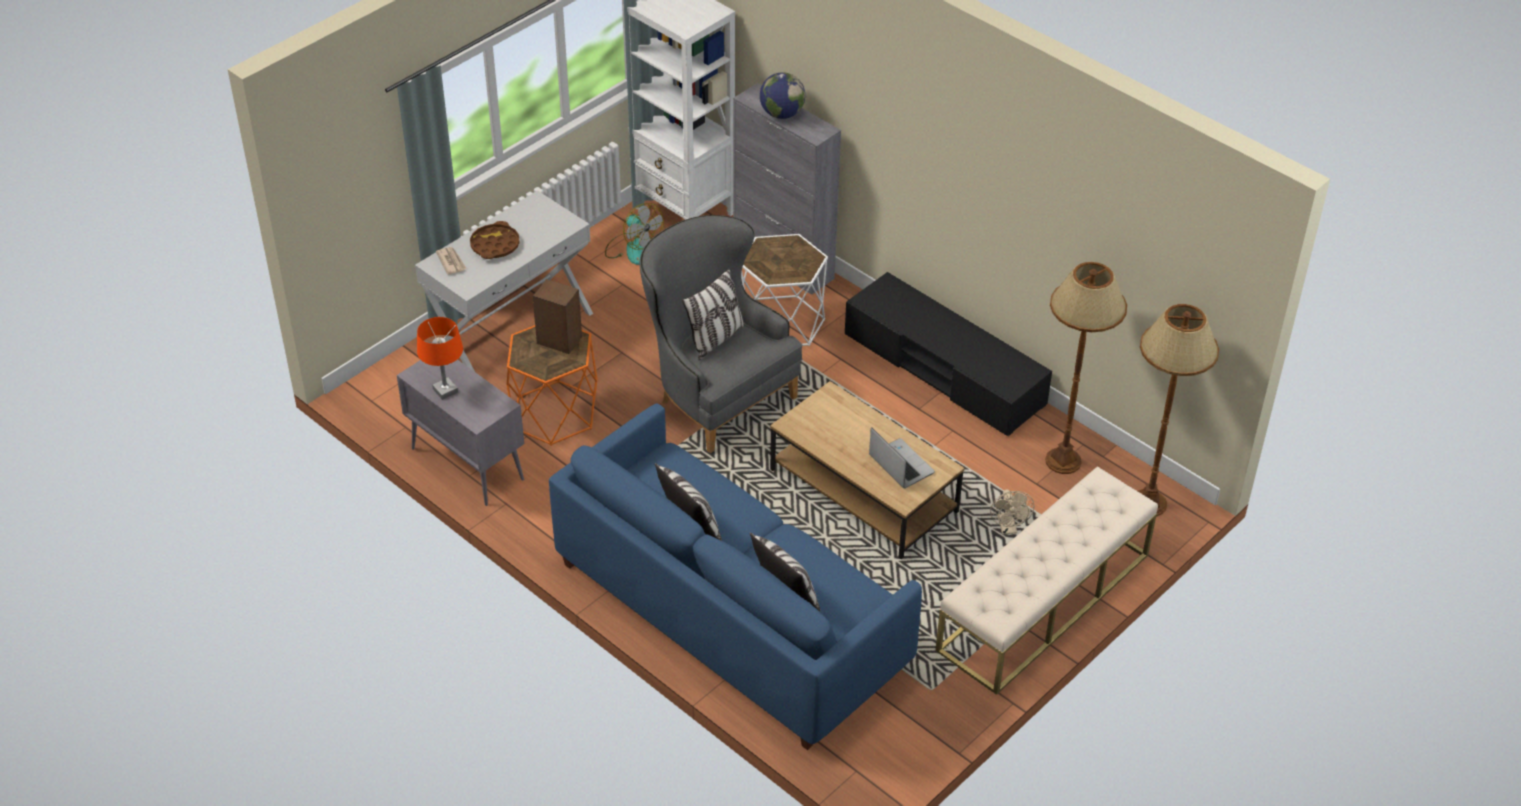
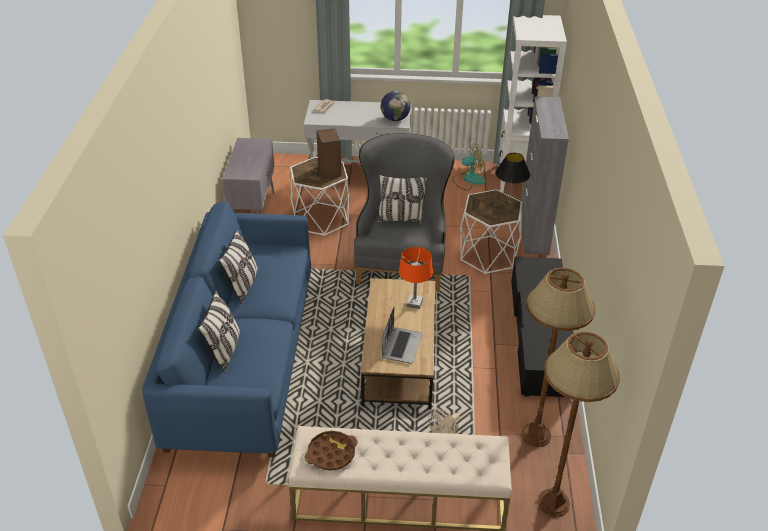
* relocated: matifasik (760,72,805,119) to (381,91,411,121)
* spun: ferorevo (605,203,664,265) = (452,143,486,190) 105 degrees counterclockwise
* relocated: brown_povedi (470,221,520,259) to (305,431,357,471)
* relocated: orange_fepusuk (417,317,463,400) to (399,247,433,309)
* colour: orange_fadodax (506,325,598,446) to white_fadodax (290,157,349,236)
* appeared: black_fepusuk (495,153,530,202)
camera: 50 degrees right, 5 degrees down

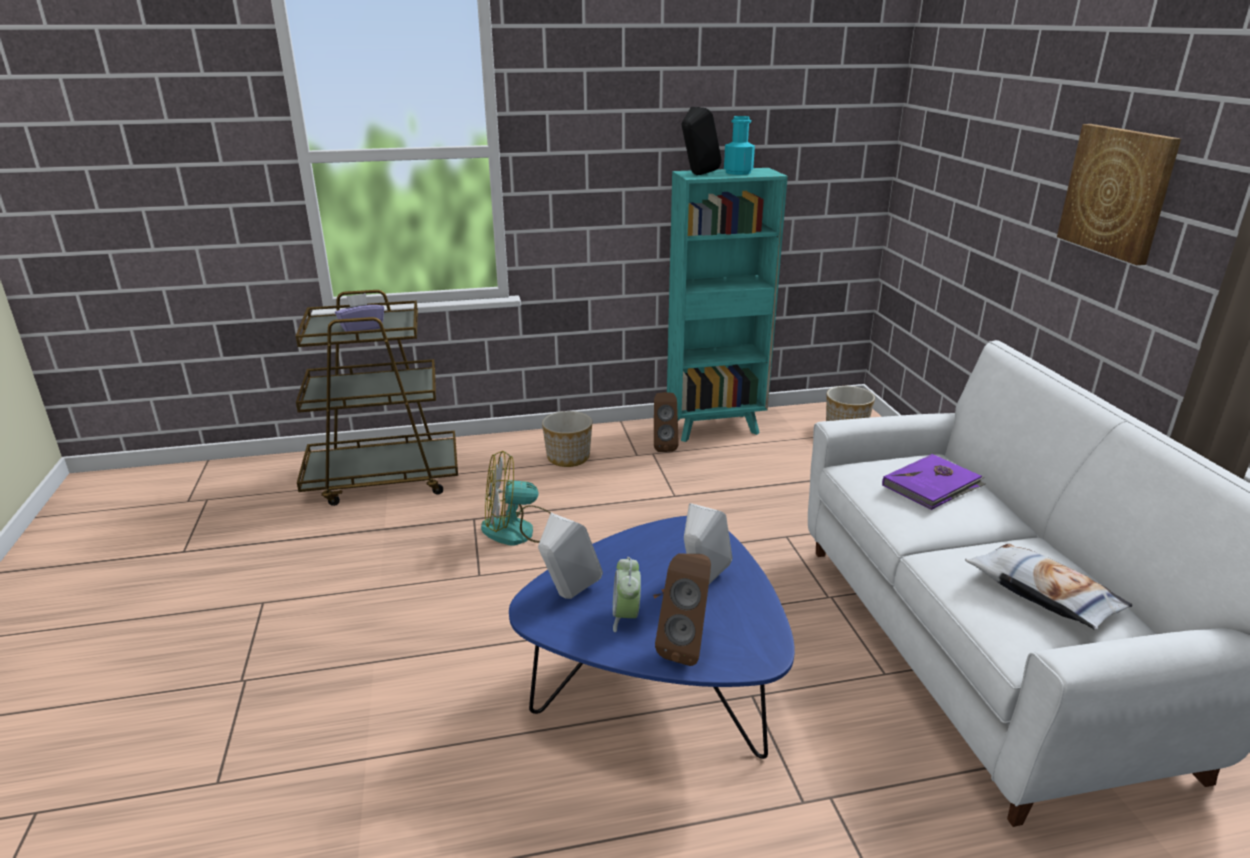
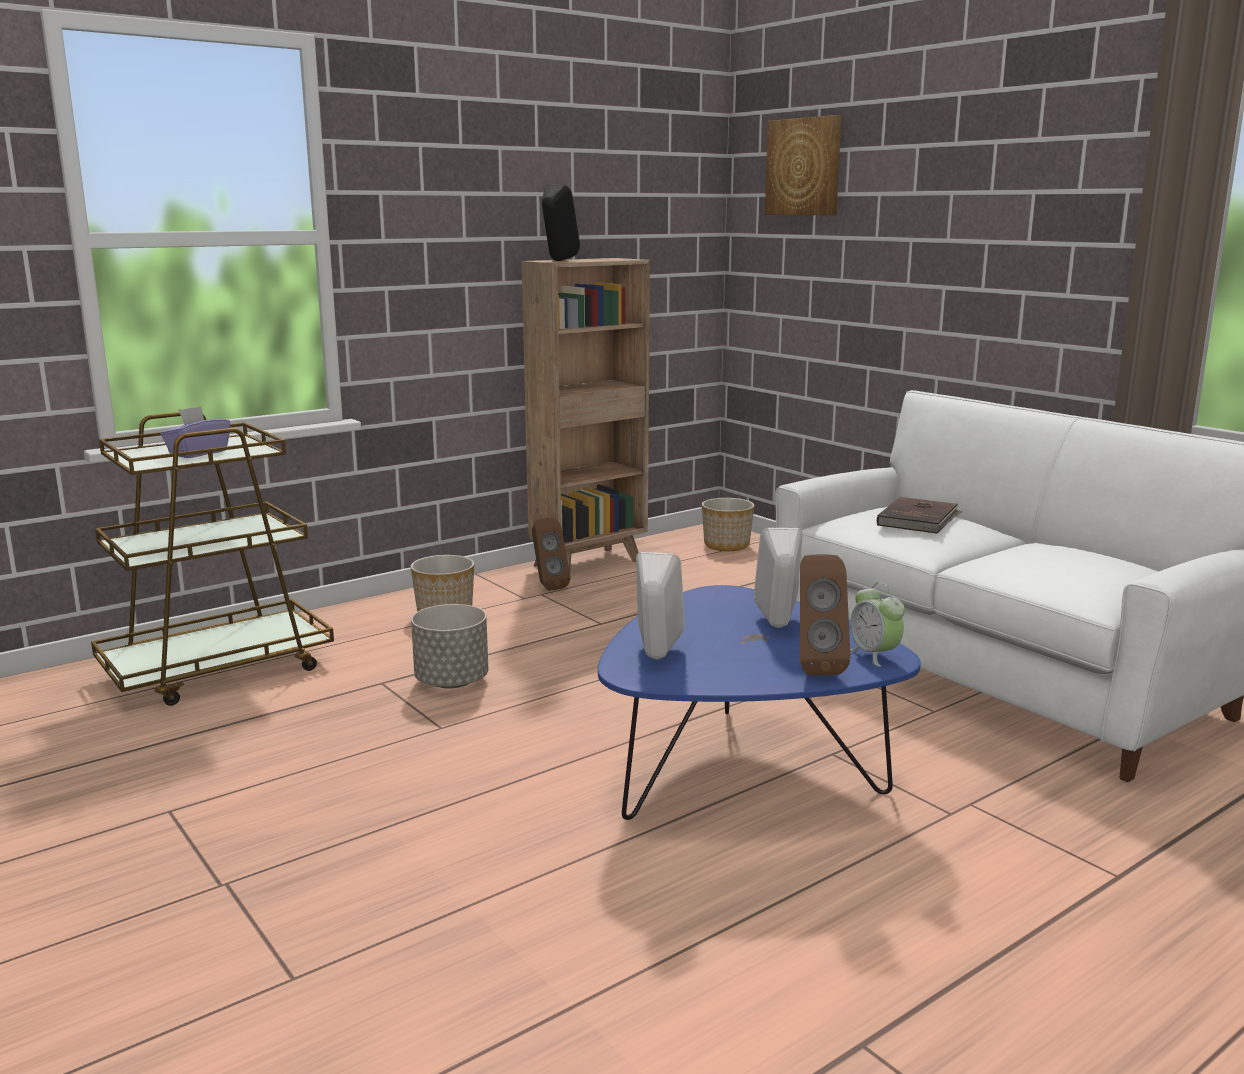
* missing: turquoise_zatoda (724,116,755,175)
* relocated: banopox (1057,124,1181,265) to (765,115,841,215)
* colour: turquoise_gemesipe (667,168,788,442) to brown_gemesipe (522,258,650,571)
* exchanged: ferorevo (481,451,551,546) to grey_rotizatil (411,604,488,689)
* colour: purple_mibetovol (882,454,986,510) to brown_mibetovol (877,497,962,534)
* missing: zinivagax (965,544,1132,630)
* relocated: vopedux (613,557,641,632) to (850,582,905,667)
camera: 25 degrees left, 10 degrees down

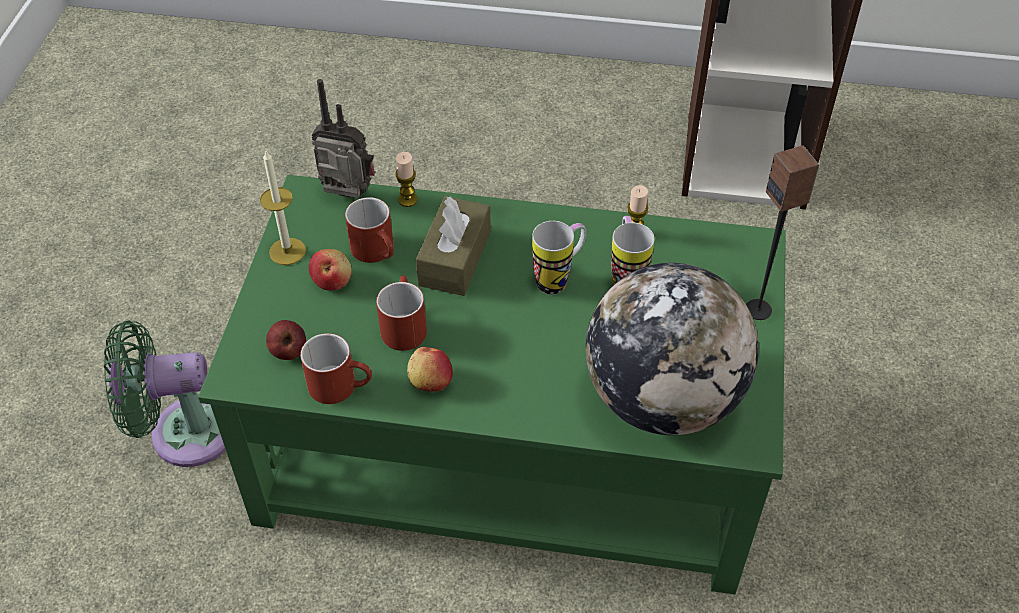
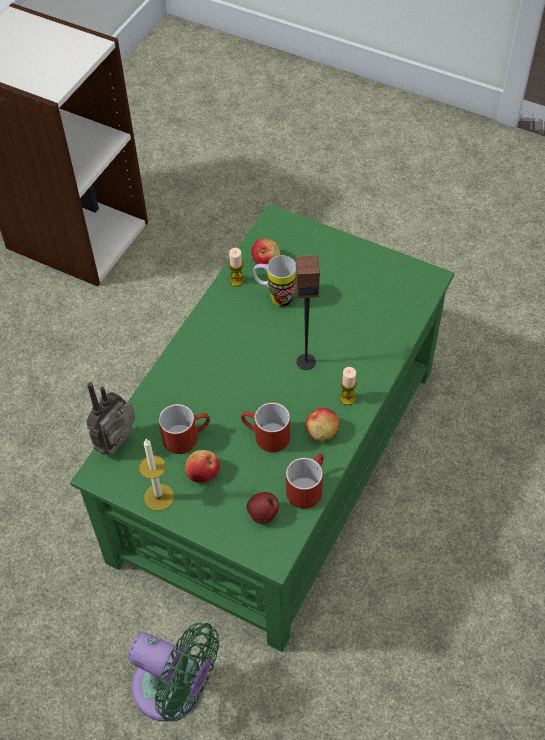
* relocated: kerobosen (746,146,819,320) to (296,255,320,370)
* relocated: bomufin (395,152,418,207) to (340,367,357,405)
* missing: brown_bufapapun (416,196,491,296)
* missing: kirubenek (532,221,586,294)
* missing: matifasik (586,263,759,435)
* spun: green_ferorevo (104,321,226,467) = (128,622,219,722) 75 degrees counterclockwise
* appeared: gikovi (251,238,280,264)
camera: 70 degrees left, 5 degrees up

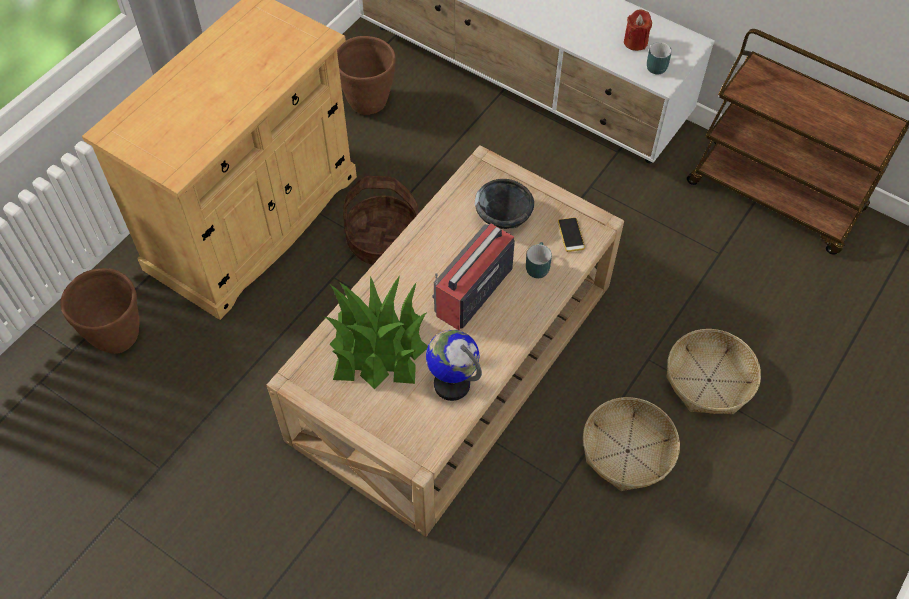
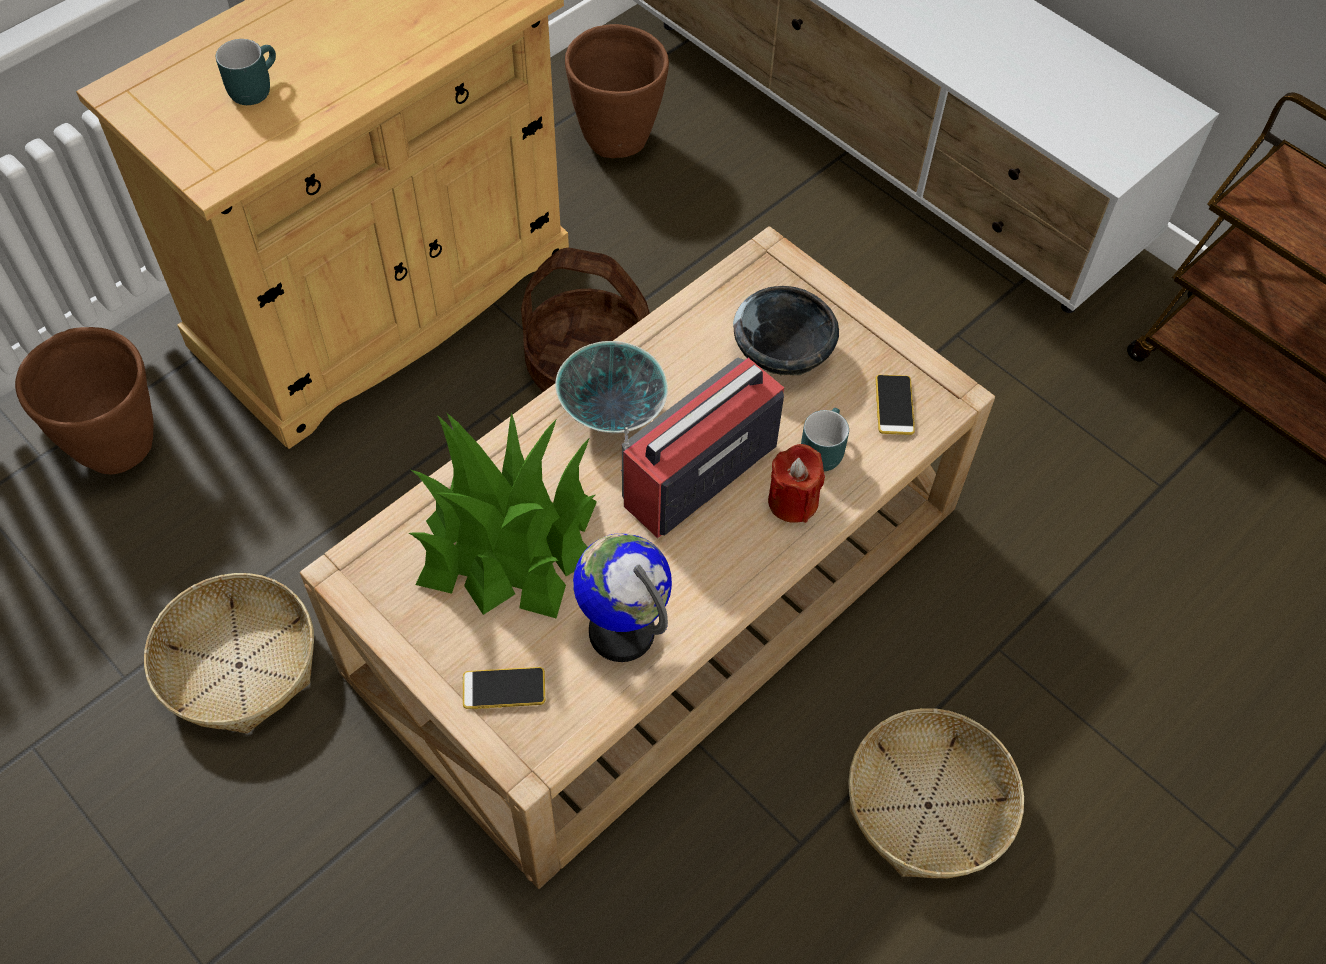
* relocated: red_bomufin (624,10,652,51) to (768,444,825,523)
* relocated: turquoise_kirubenek (647,42,672,75) to (216,39,276,105)
* relocated: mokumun (666,329,761,414) to (144,573,314,734)
* appeared: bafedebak (555,341,668,433)
* appeared: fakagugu (463,667,545,709)
camera: 10 degrees right, 0 degrees up

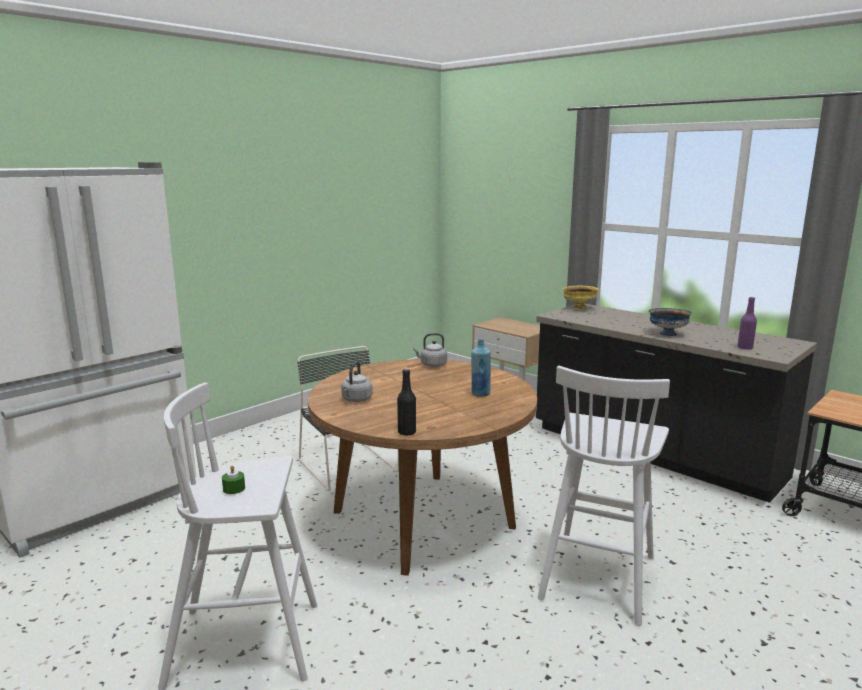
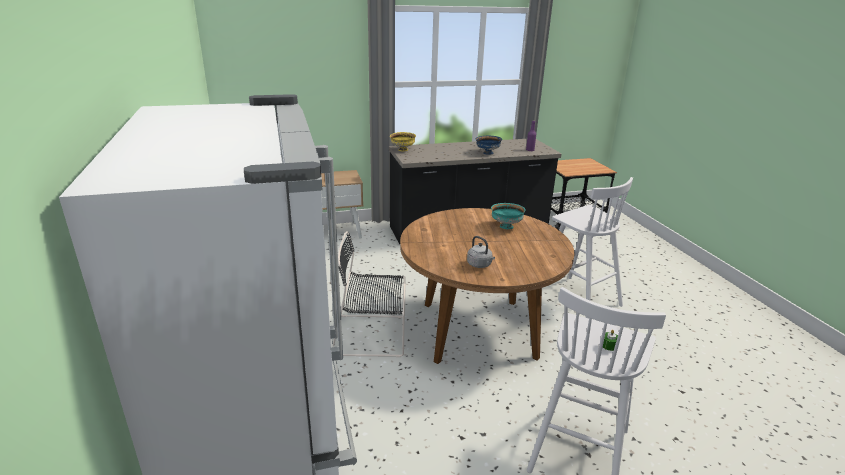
* missing: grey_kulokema (413,333,447,367)
* exchanged: blue_zatoda (471,339,491,397) to turquoise_bafedebak (491,203,526,229)
* missing: black_zatoda (397,369,416,436)
camera: 60 degrees left, 10 degrees up

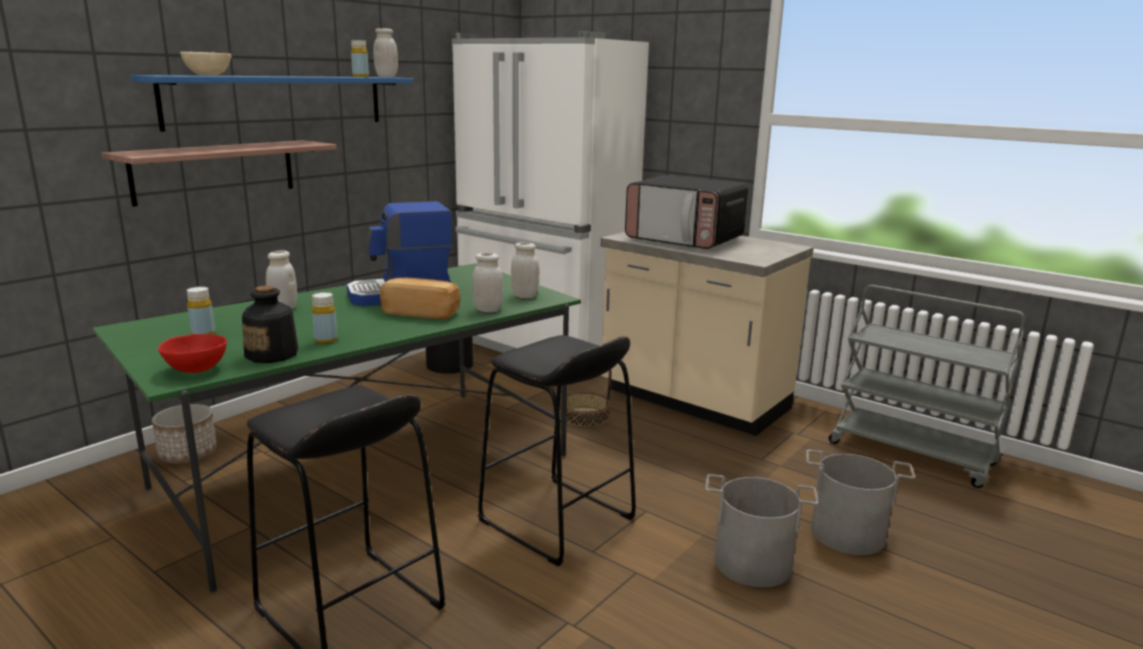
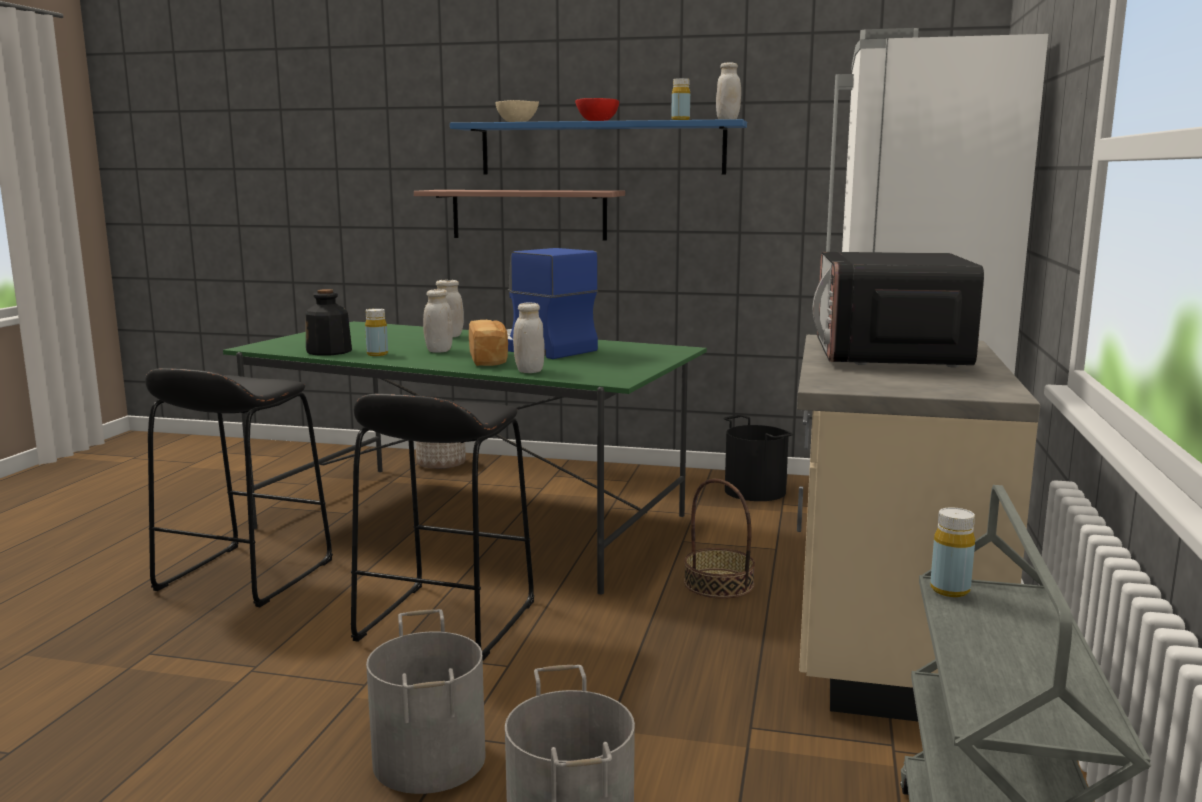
* relocated: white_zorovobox (511,242,539,299) to (423,289,453,353)
* relocated: yellow_zatoda (187,287,215,334) to (930,507,975,597)
* relocated: red_bafedebak (158,334,227,373) to (575,98,619,121)
camera: 65 degrees right, 5 degrees down

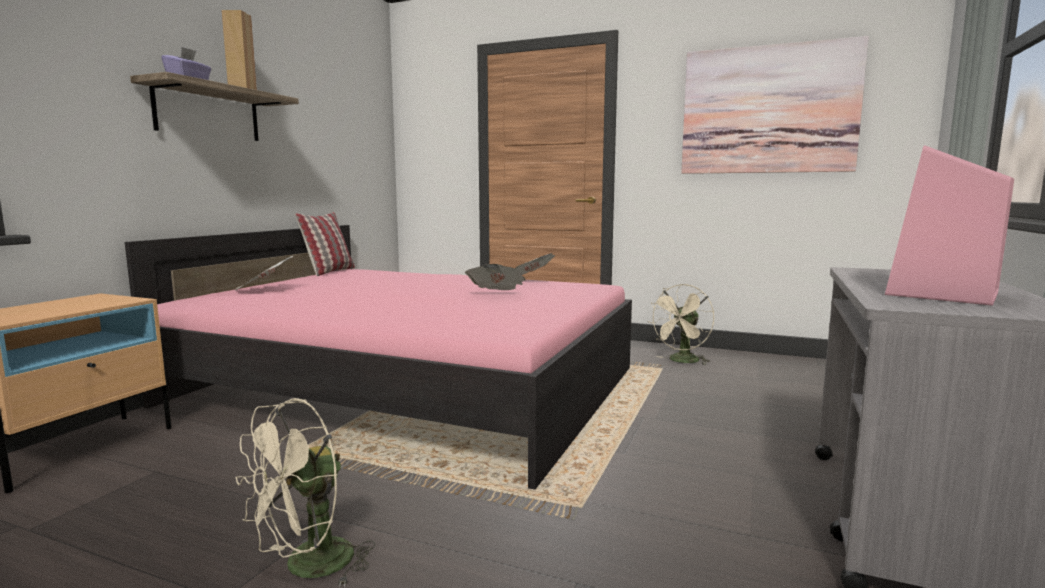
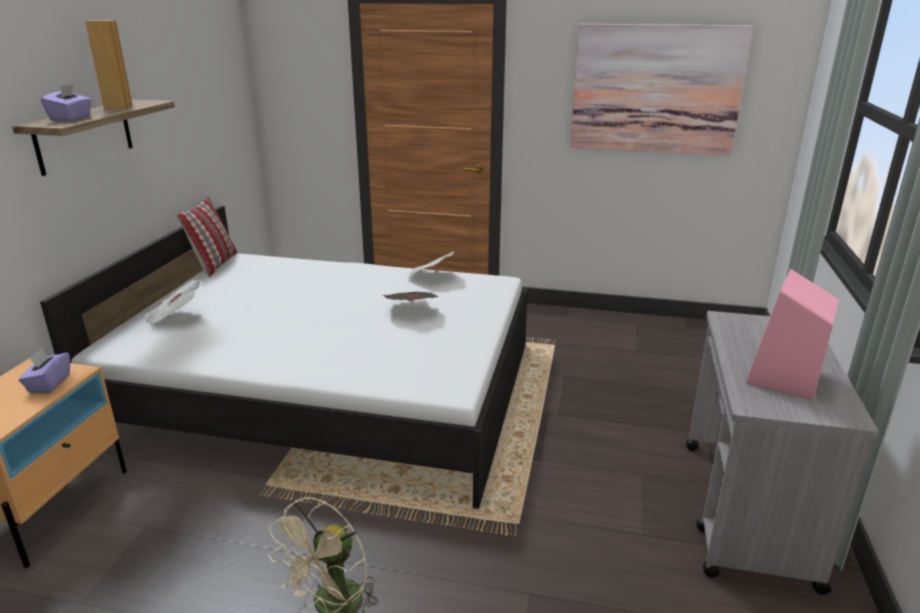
* colour: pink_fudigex (125,225,632,490) to white_fudigex (40,206,528,509)
* missing: beige_ferorevo (648,284,714,365)
* appeared: purple_bufapapun (19,349,70,393)
camera: 10 degrees left, 15 degrees up

